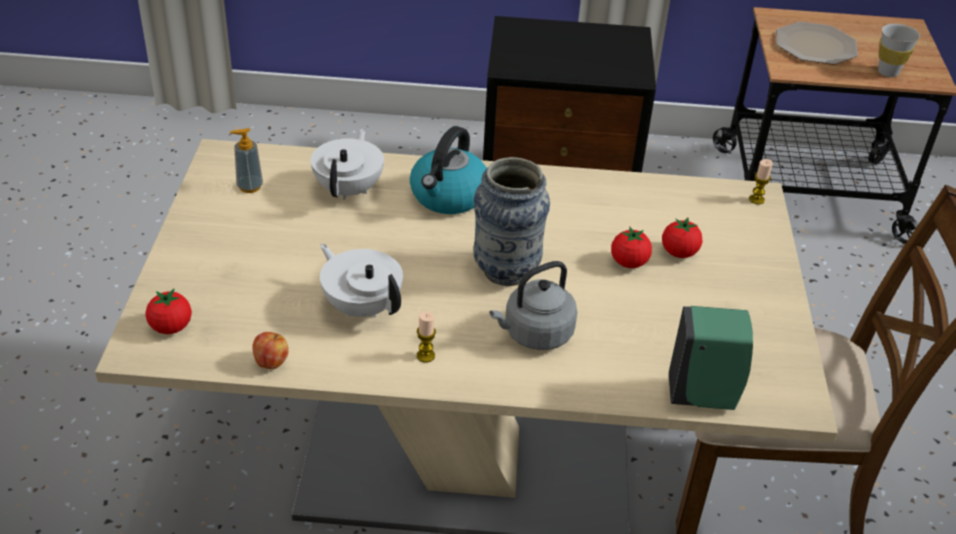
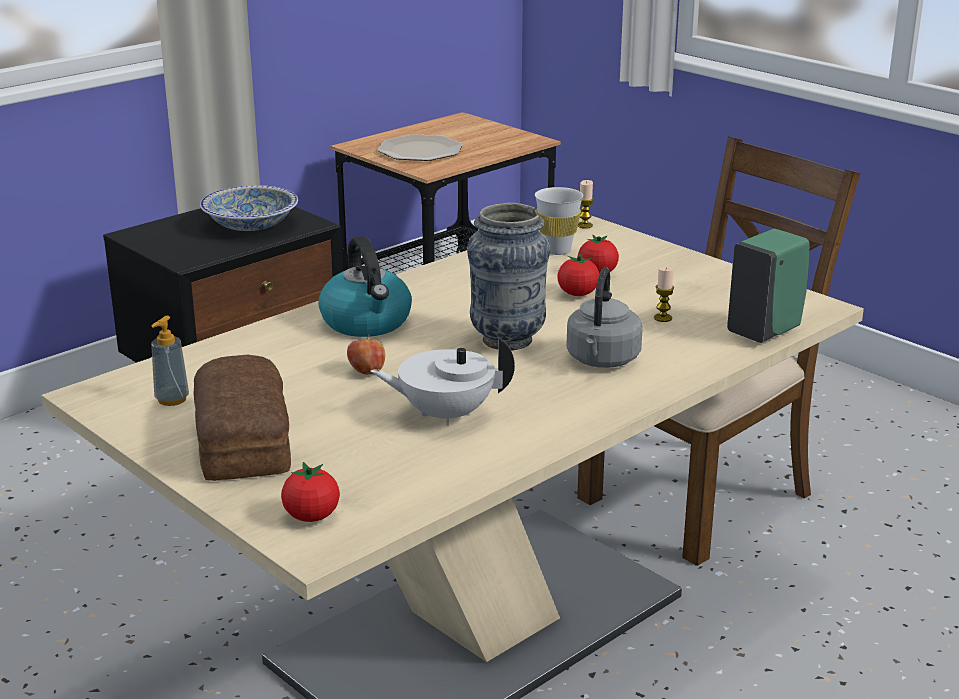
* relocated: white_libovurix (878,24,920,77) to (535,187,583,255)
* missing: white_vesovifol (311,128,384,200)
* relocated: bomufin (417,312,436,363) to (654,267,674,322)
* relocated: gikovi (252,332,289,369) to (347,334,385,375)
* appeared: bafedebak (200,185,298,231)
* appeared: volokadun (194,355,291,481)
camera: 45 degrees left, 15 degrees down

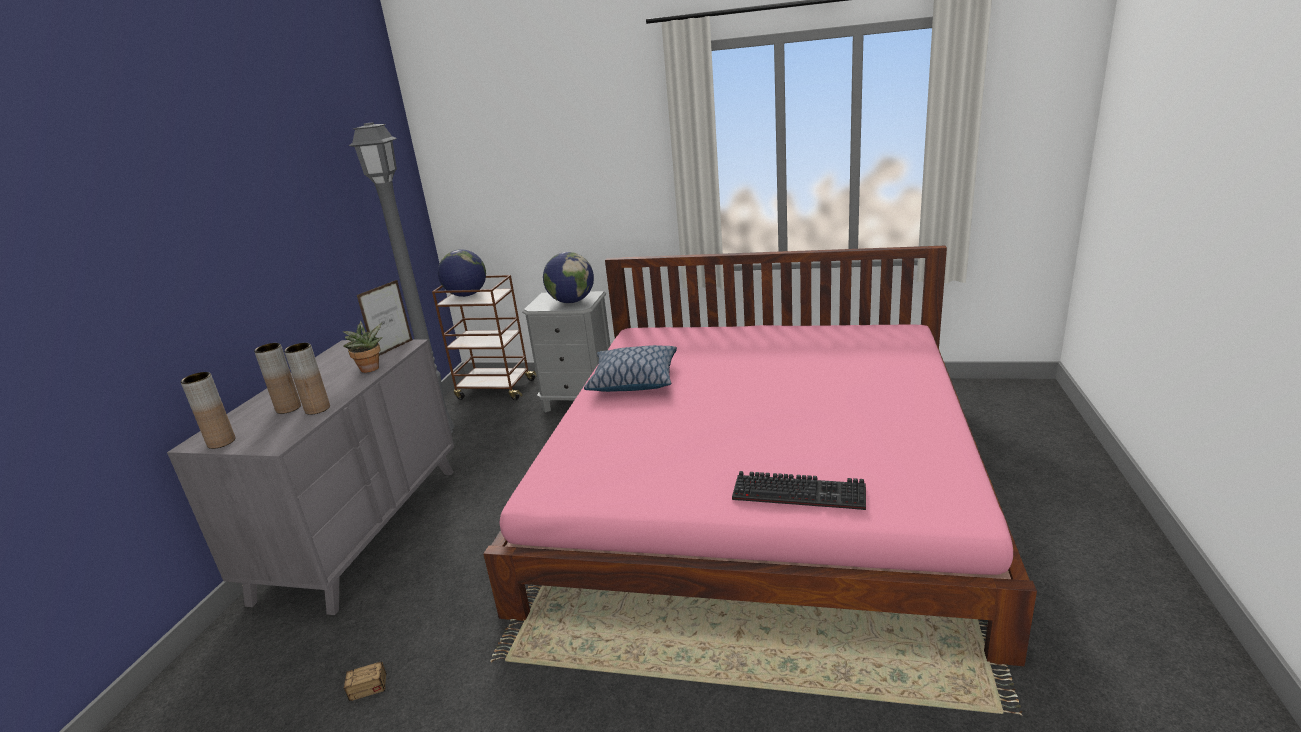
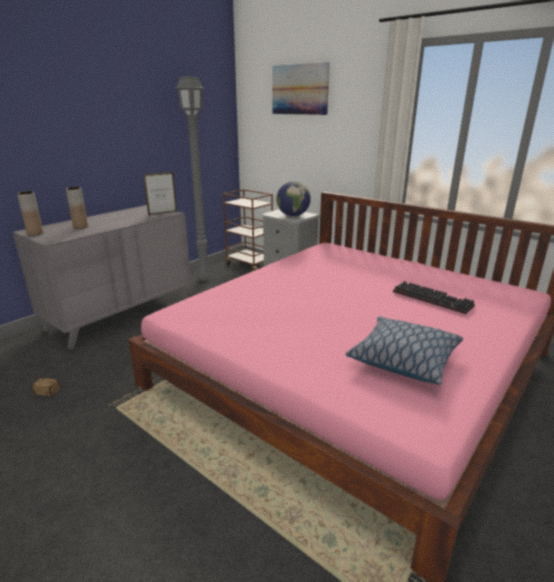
* missing: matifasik (438,249,486,297)
* missing: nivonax (343,321,383,373)
* missing: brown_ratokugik (284,343,330,415)
* relocated: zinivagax (584,345,677,392) to (346,317,463,385)
* relocated: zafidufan (732,471,866,510) to (393,281,475,314)
* appeared: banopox (272,62,330,115)
camera: 25 degrees right, 0 degrees up

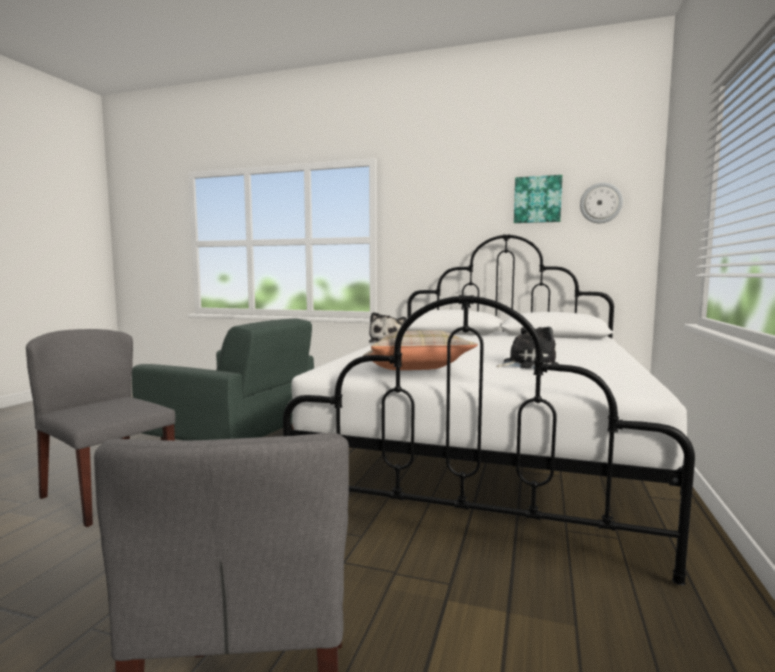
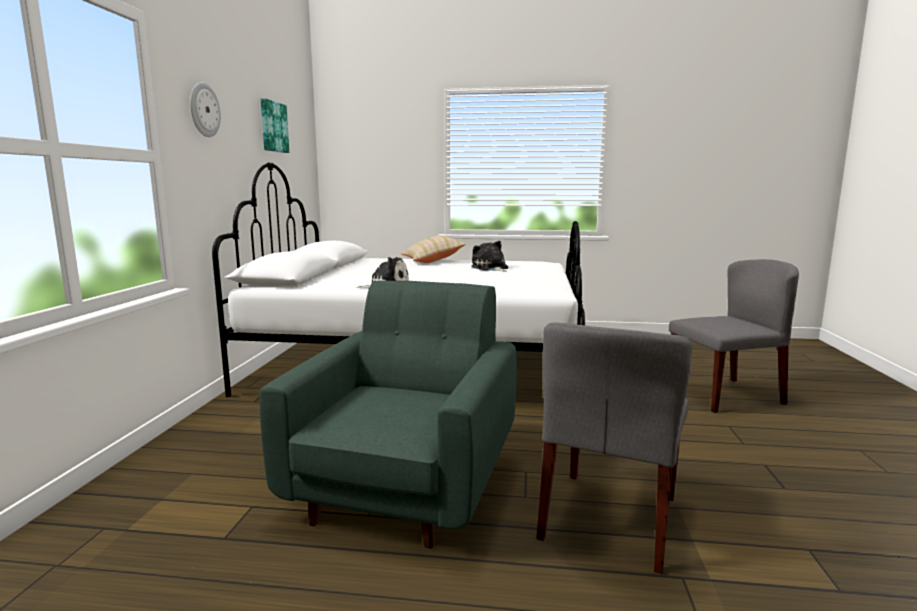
* relocated: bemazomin (580,183,623,223) to (190,83,221,137)
* relocated: beige_zinivagax (363,330,478,370) to (401,235,465,263)
camera: 100 degrees left, 5 degrees up

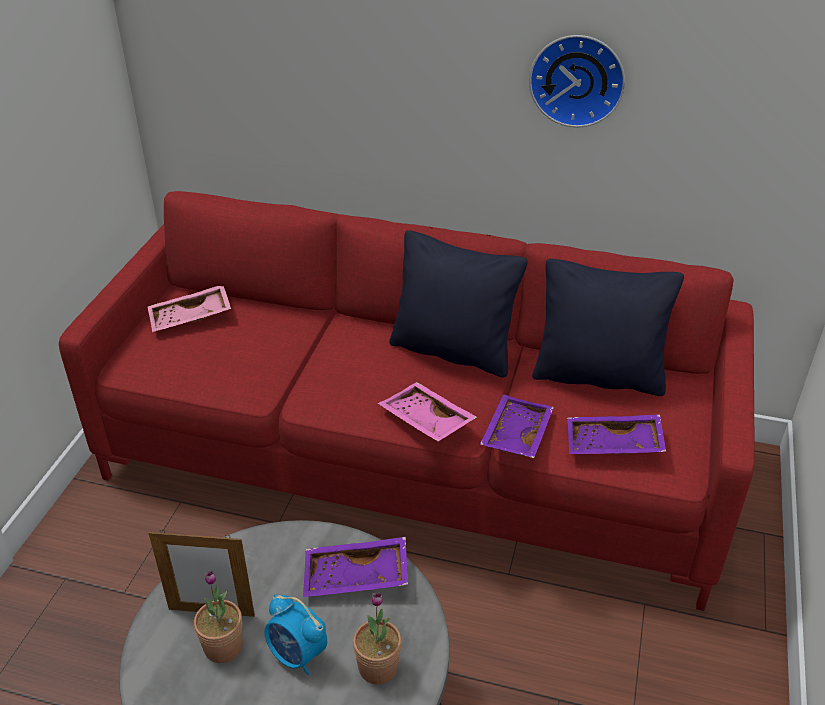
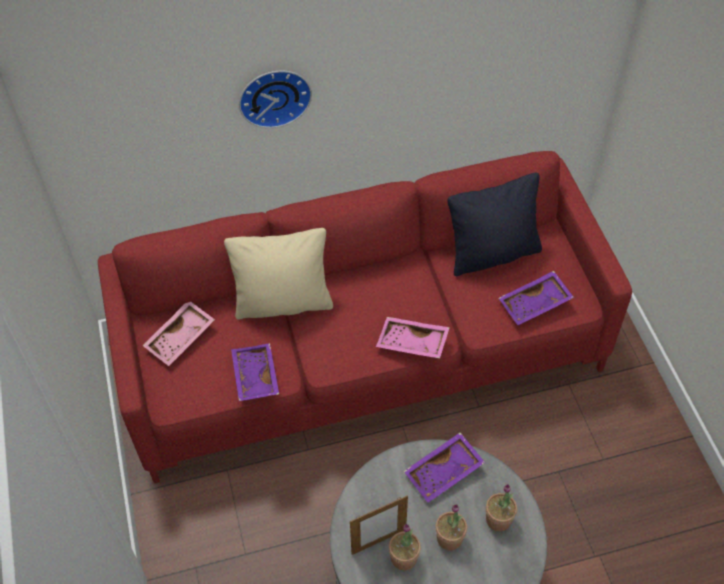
* relocated: bemazomin (529,35,625,127) to (239,71,312,128)
* missing: black_zinivagax (389,230,528,378)
* relocated: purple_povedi (480,394,554,458) to (231,343,279,401)
* exchanged: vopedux (264,594,327,675) to nivonax (436,504,467,551)
* appeared: beige_zinivagax (224,228,333,320)
camera: 30 degrees left, 15 degrees up

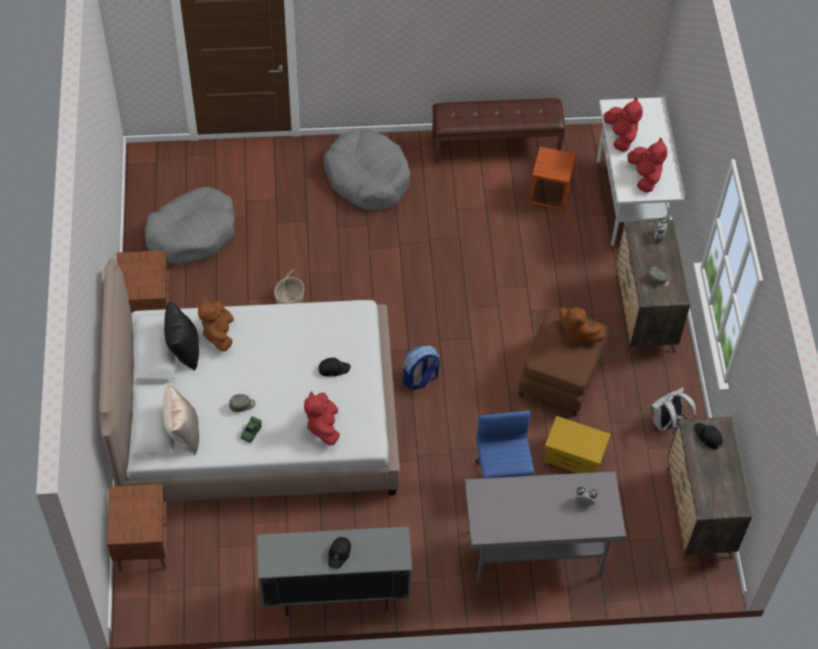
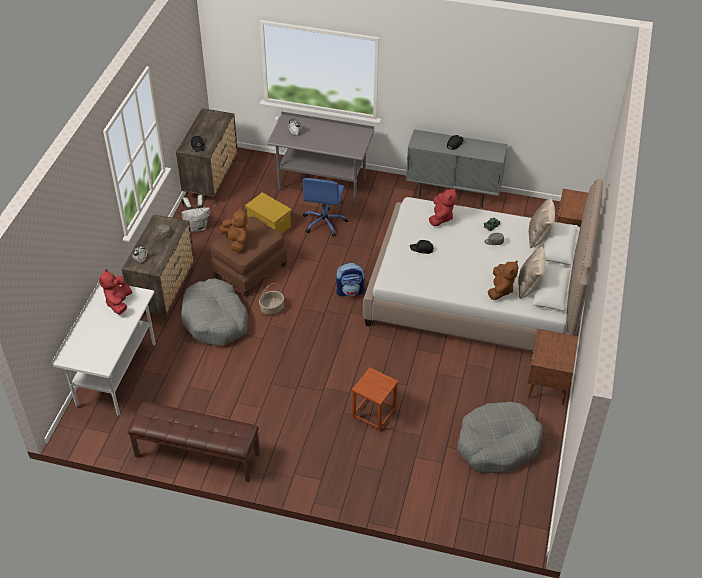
* missing: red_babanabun (603,97,643,152)
* relocated: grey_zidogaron (324,130,410,211) to (181,279,248,346)
* relocated: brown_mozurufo (529,147,576,213) to (352,367,399,431)
* relocated: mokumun (274,270,305,304) to (259,283,284,315)
* colour: black_zinivagax (164,301,199,371) to beige_zinivagax (518,246,546,299)
camera: 160 degrees left, 10 degrees down

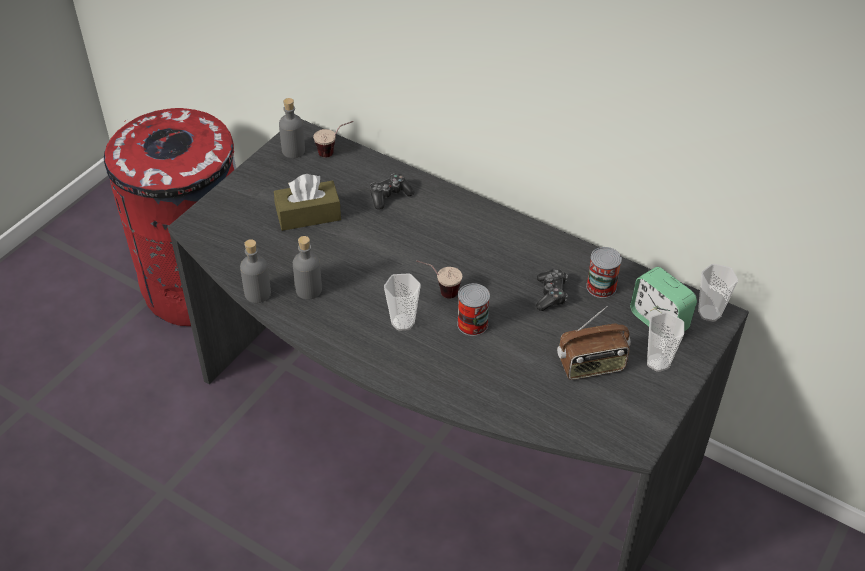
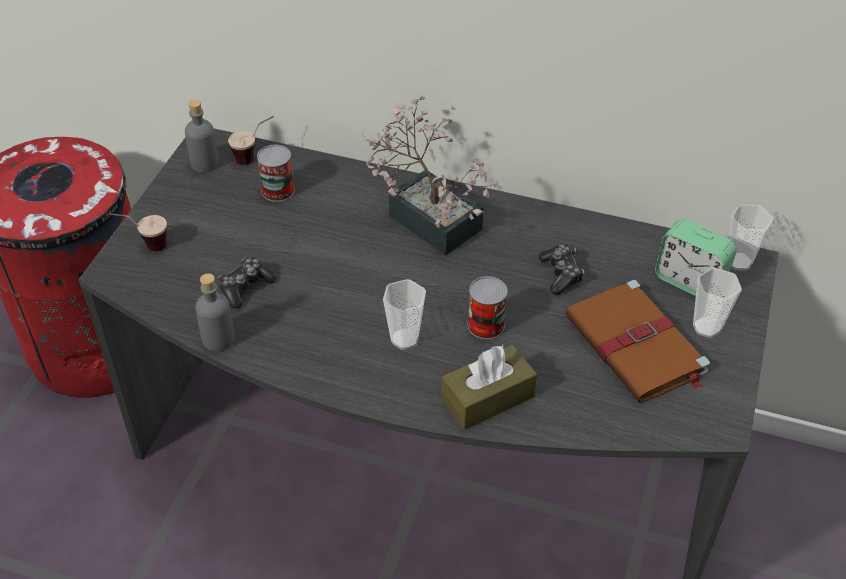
* relocated: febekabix (370,173,414,210) to (218,257,276,309)
* relocated: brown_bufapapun (274,174,341,231) to (441,345,537,430)
* missing: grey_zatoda (293,236,322,299)
* relocated: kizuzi (586,247,622,298) to (257,145,295,202)
* relocated: libovurix (416,260,462,298) to (109,213,167,252)
* exchanged: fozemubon (557,306,631,380) to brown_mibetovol (565,280,710,403)
* appeared: nivonax (360,96,502,255)
camera: 15 degrees left, 0 degrees up

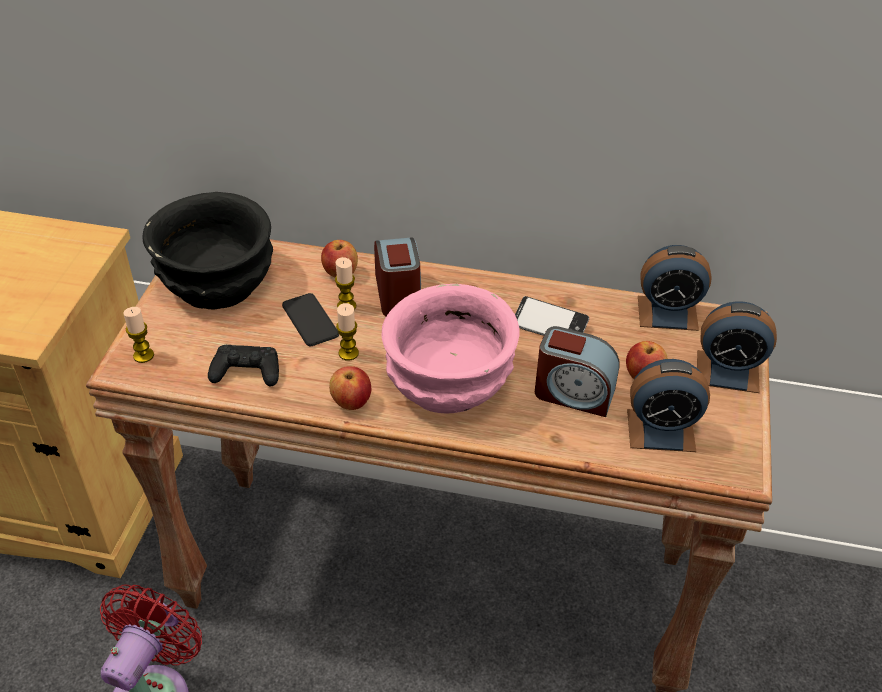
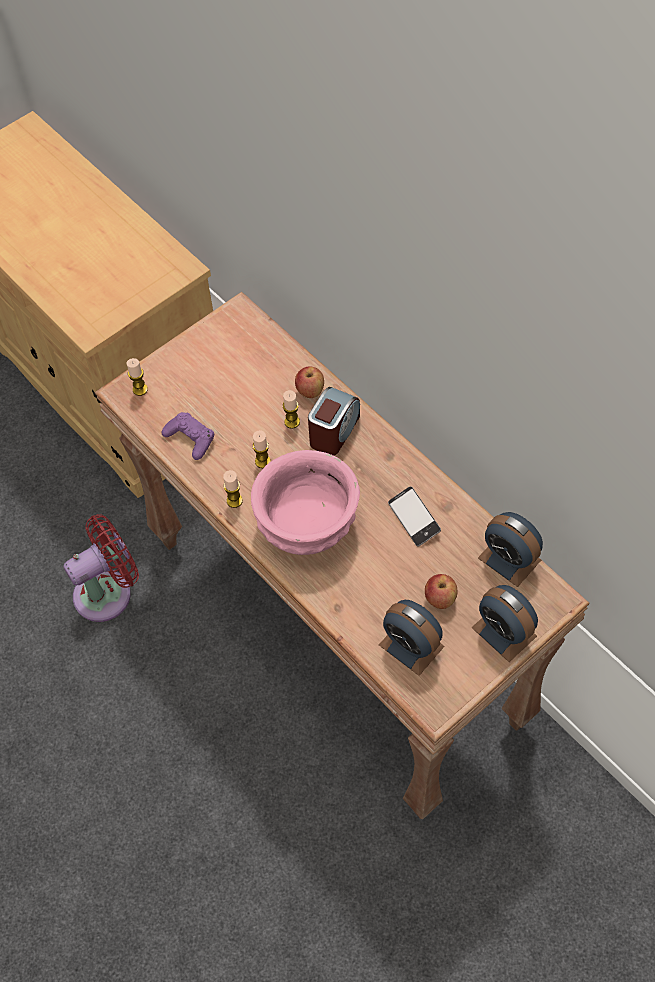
* missing: black_bafedebak (142,192,273,310)
* missing: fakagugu (282,293,339,346)
* missing: vopedux (535,326,620,417)
* colour: black_febekabix (208,345,279,387) to purple_febekabix (162,412,214,460)
* exchanged: gikovi (329,366,371,410) to bomufin (223,470,243,508)
camera: 40 degrees right, 15 degrees up

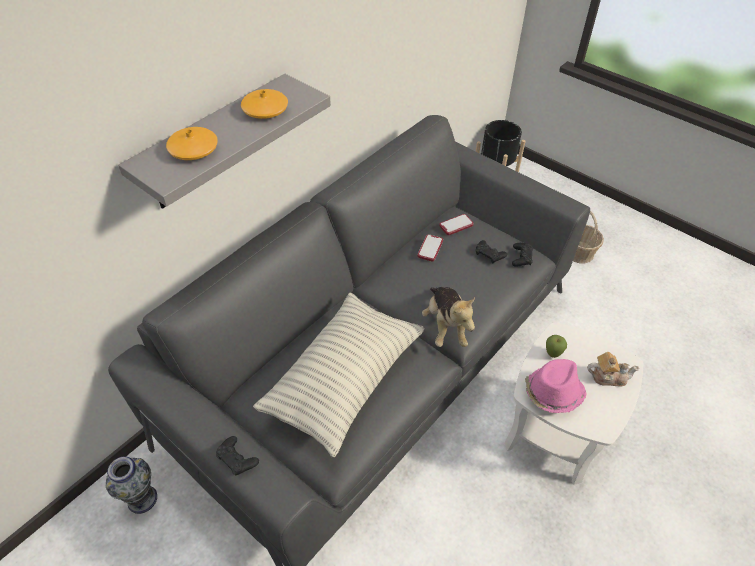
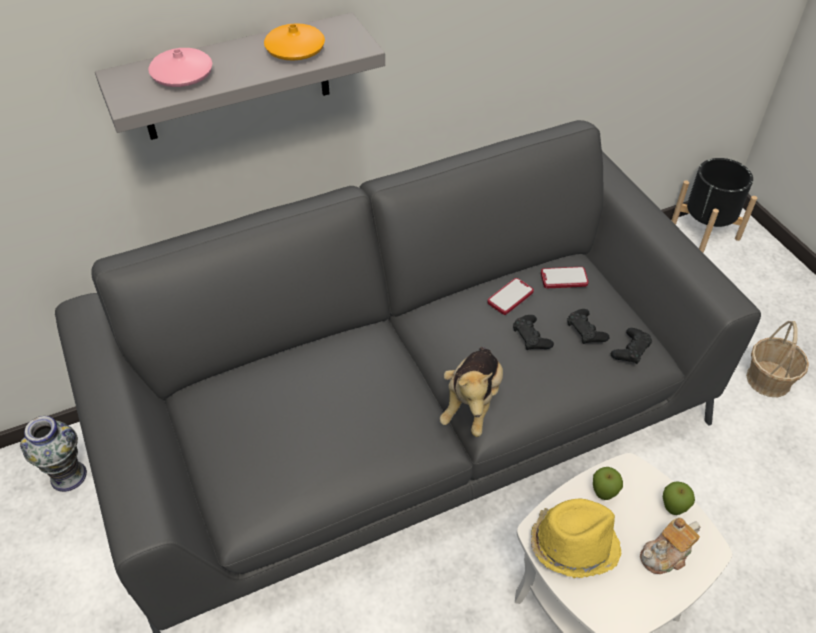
* colour: orange_ratokugik (166,127,218,160) to pink_ratokugik (148,48,212,87)
* missing: zinivagax (253,293,425,457)
* spun: vesovifol (587,352,640,386) = (640,518,700,574) 120 degrees clockwise
* colour: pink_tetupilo (525,359,587,413) to yellow_tetupilo (531,499,621,578)
* relocated: black_febekabix (216,436,259,476) to (513,315,554,350)
* appeared: gikovi (663,481,695,515)
camera: 25 degrees right, 0 degrees up

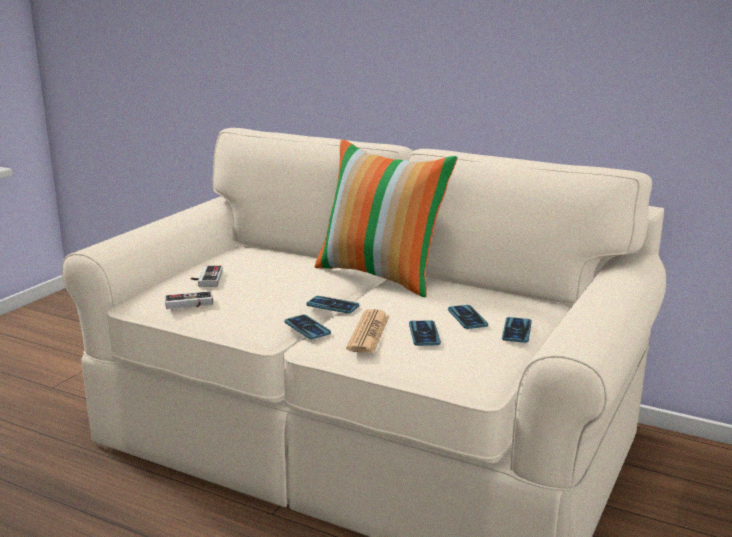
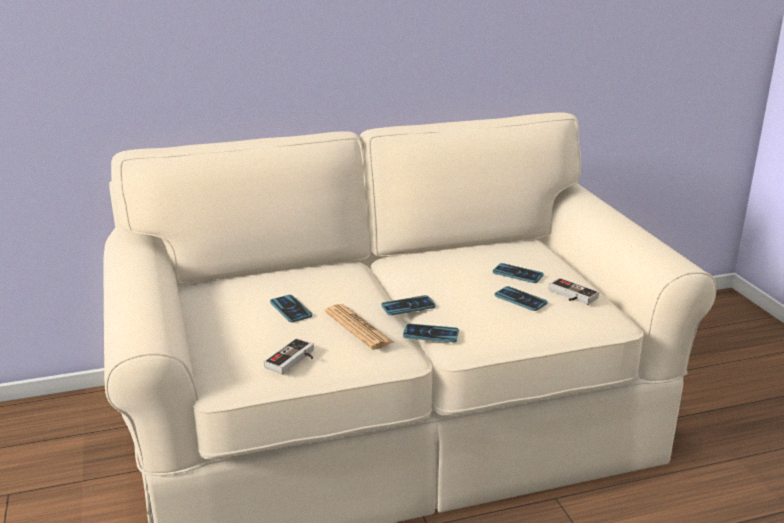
* missing: zinivagax (315,139,458,297)
* relocated: febekabix (191,266,223,287) to (549,278,599,305)
* relocated: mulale (346,309,389,353) to (325,304,395,350)
* relocated: fakagugu (502,317,532,343) to (270,295,312,322)
camera: 45 degrees left, 5 degrees up

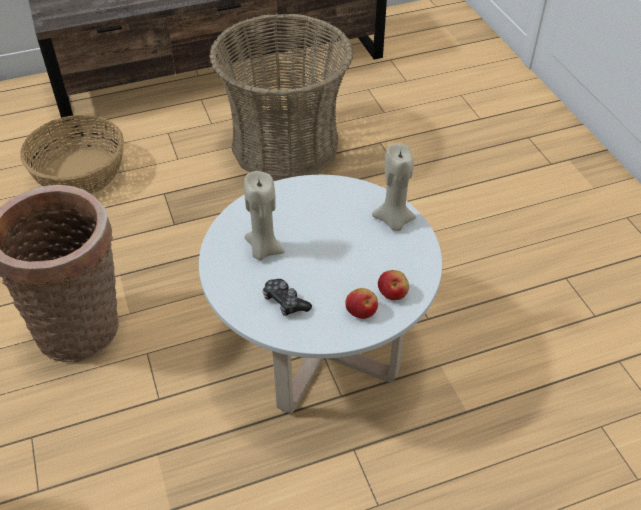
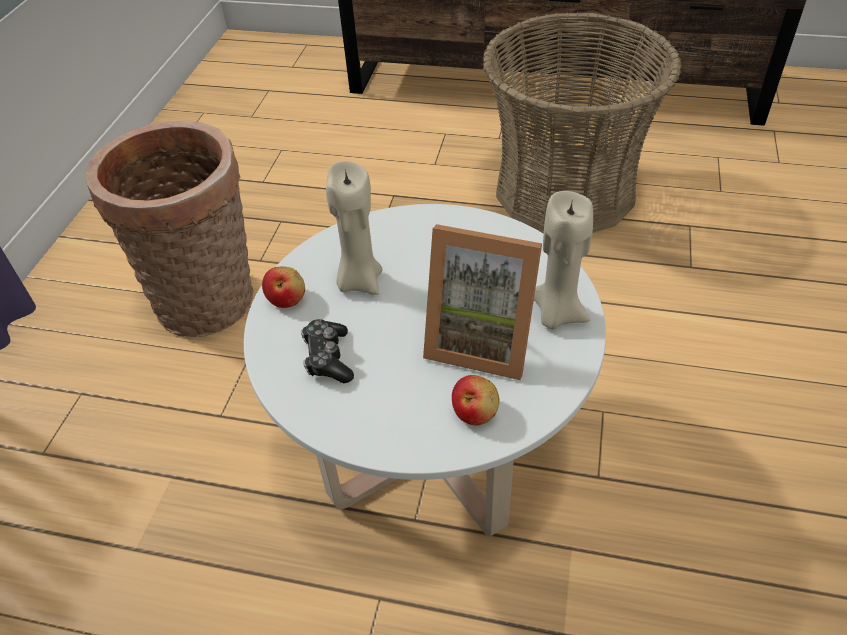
* missing: mokumun (20,115,124,194)
* relocated: gikovi (345,288,378,319) to (262,267,305,308)
* appeared: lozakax (423,224,542,380)
camera: 35 degrees right, 0 degrees up

